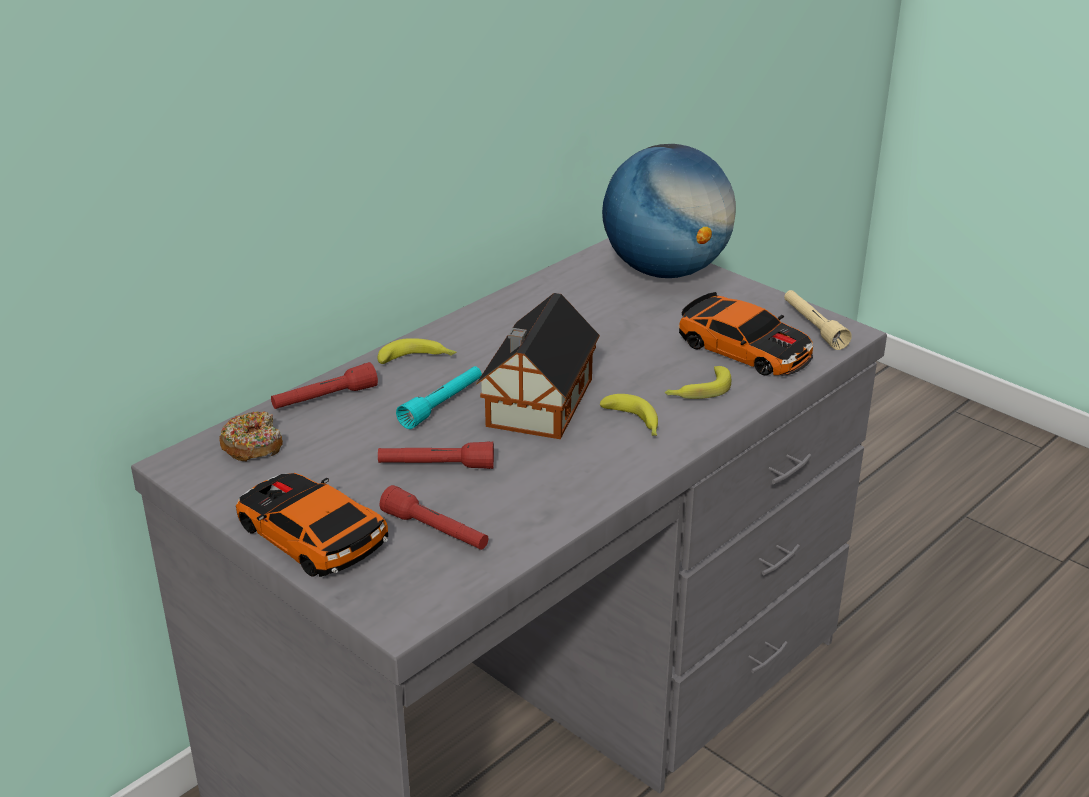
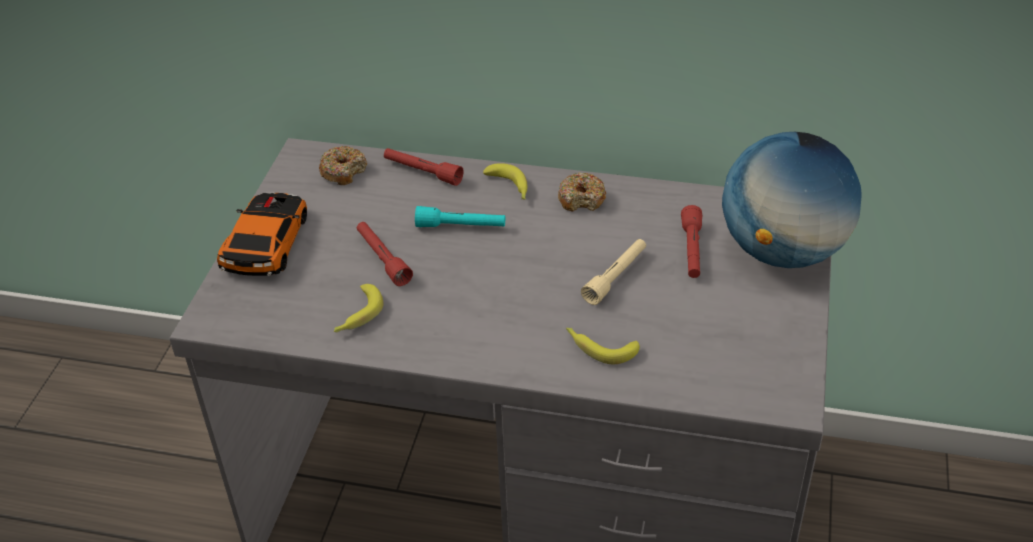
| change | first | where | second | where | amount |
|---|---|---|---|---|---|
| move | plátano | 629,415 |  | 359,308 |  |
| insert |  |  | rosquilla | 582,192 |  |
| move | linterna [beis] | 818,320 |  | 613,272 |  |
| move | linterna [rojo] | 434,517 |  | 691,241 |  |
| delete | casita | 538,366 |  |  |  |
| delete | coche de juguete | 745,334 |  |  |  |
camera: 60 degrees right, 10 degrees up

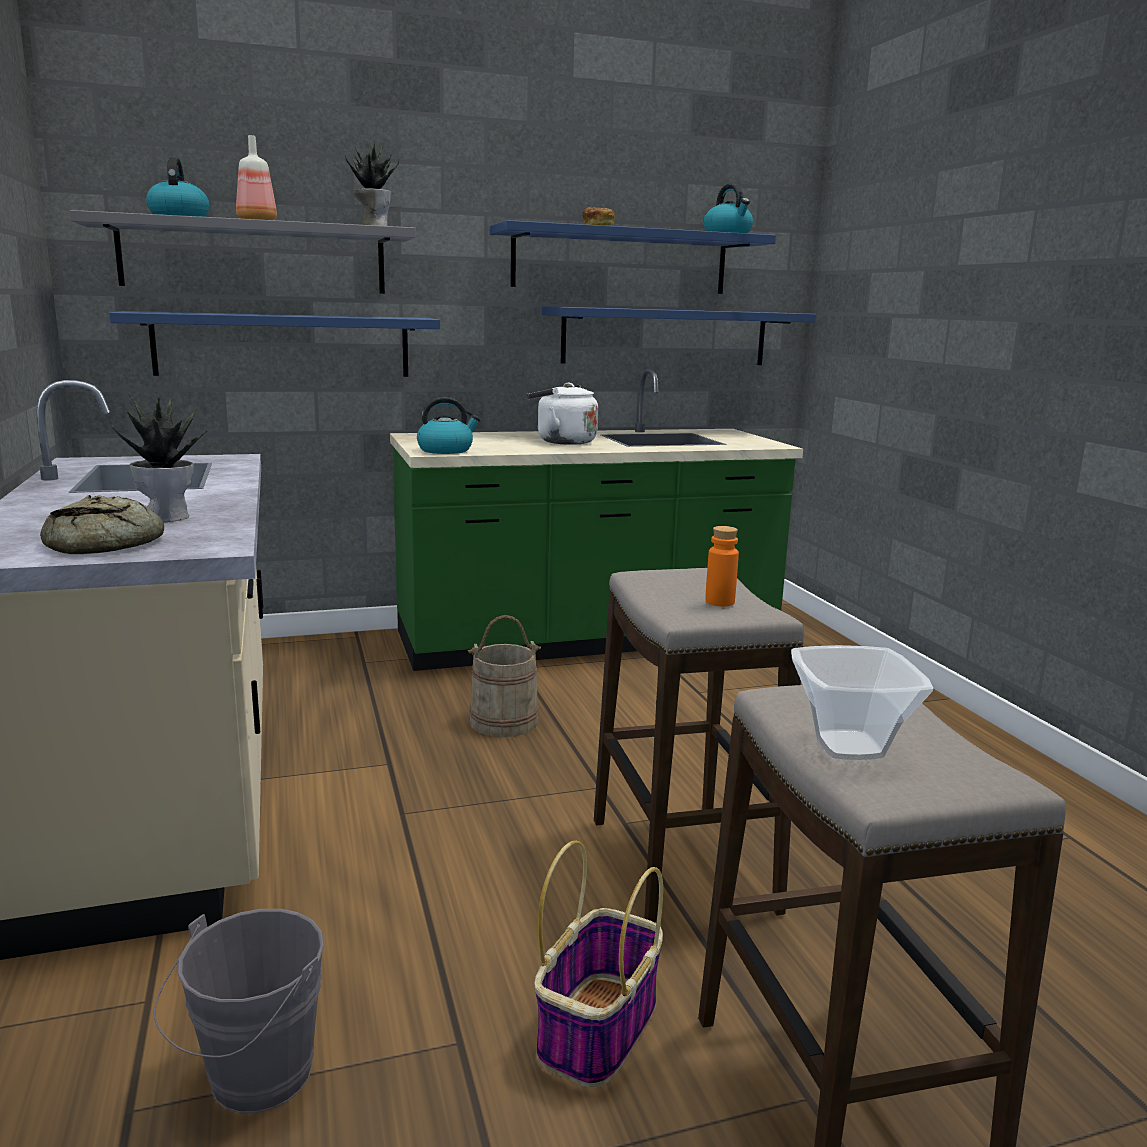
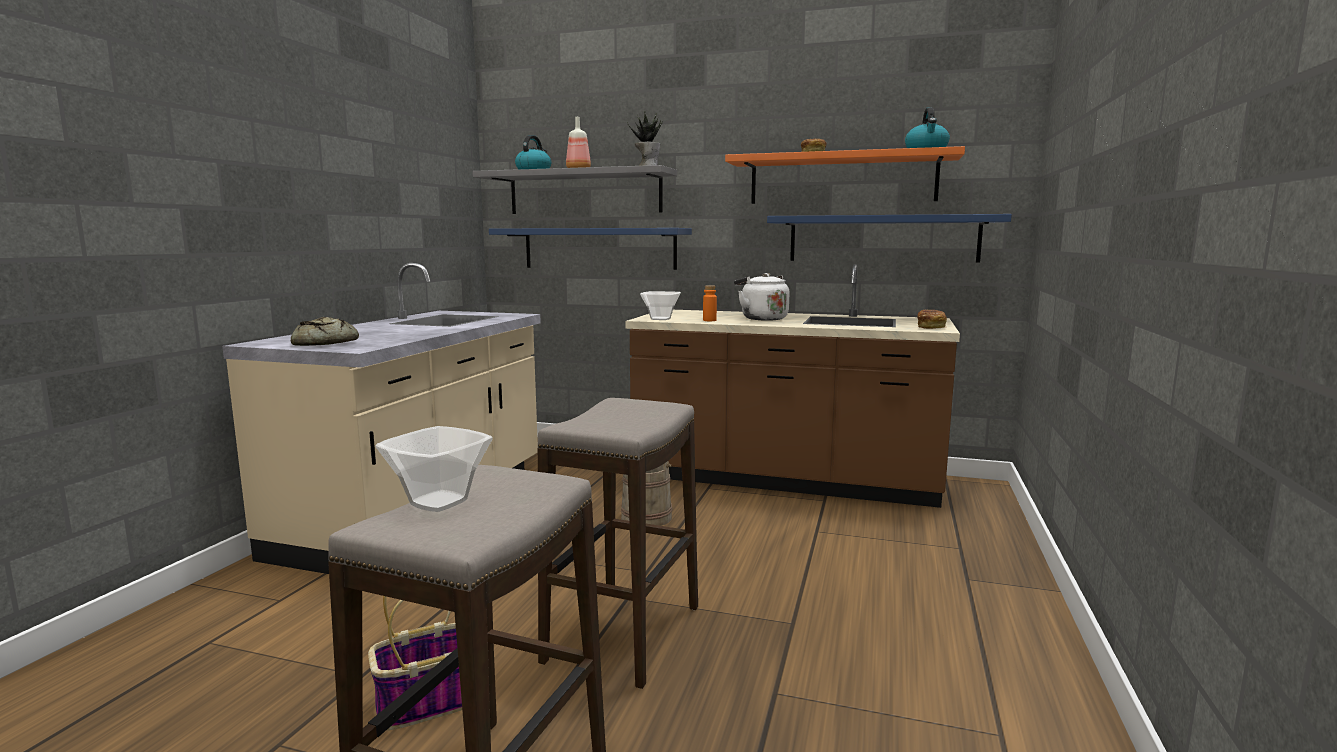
| change | first | where | second | where | amount |
|---|---|---|---|---|---|
| recolor | mueble bajo de cocina [verde] | 596,520 | mueble bajo de cocina [marrón] | 793,386 |  |
| replace | hervidor | 449,425 | cuenco | 660,305 |  |
| move | botella [naranja] | 722,566 |  | 710,303 |  |
| recolor | estante [azul] | 633,257 | estante [naranja] | 845,175 |  |
| insert |  |  | pan | 932,319 |  |
| delete | planta en maceta | 159,458 |  |  |  |
| delete | cubo [gris] | 239,1011 |  |  |  |
camera: 35 degrees right, 5 degrees down

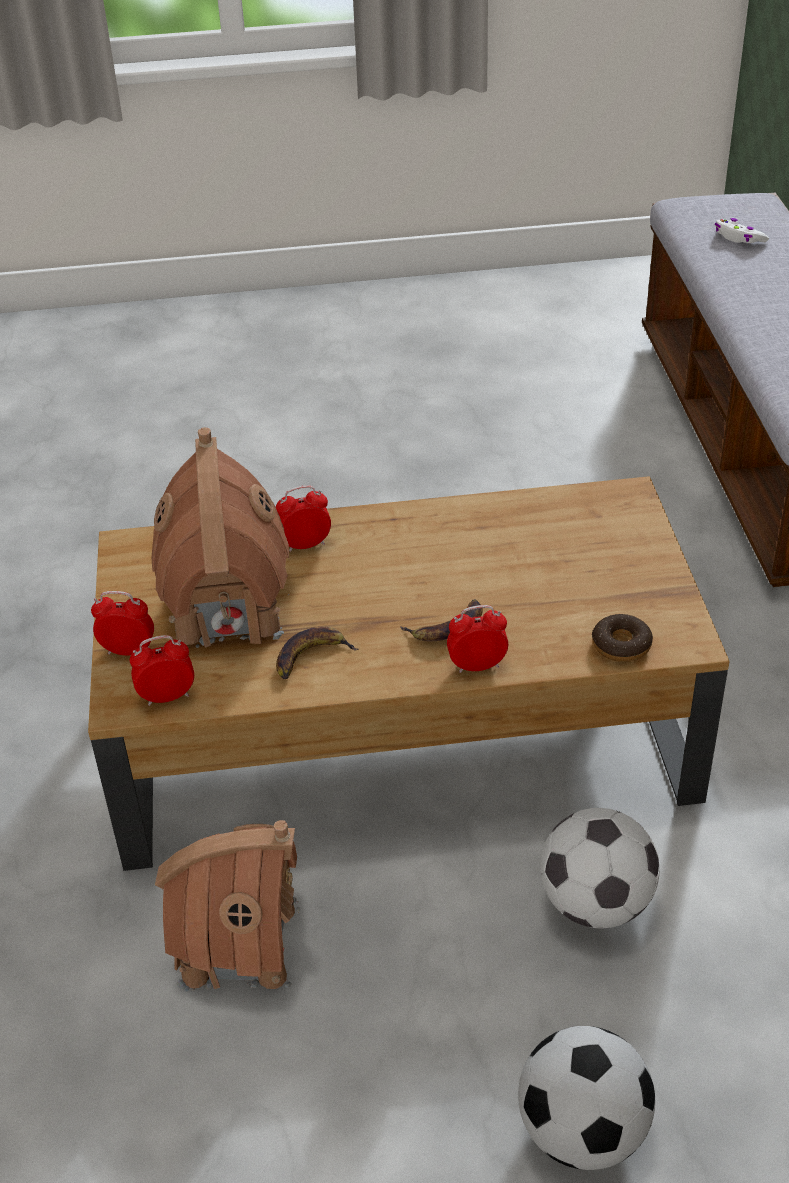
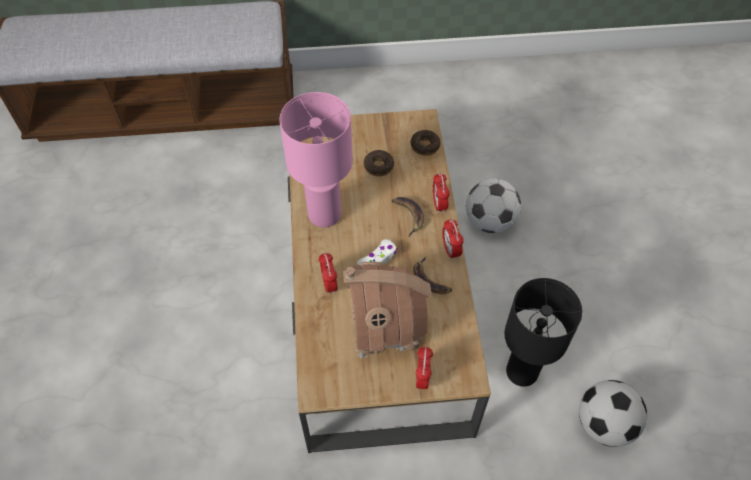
| change | first | where | second | where | amount |
|---|---|---|---|---|---|
| insert |  |  | lámpara de mesa [rosa] | 316,159 |  |
| move | mando de consola [blanco] | 742,230 |  | 377,252 |  |
| insert |  |  | rosquilla | 379,163 |  |
| move | despertador | 162,670 |  | 453,239 |  |
| replace | casita | 227,911 | lámpara de mesa [negro] | 543,332 |  |
| move | balón de fútbol | 586,1098 |  | 613,413 |  |
camera: 90 degrees left, 15 degrees up

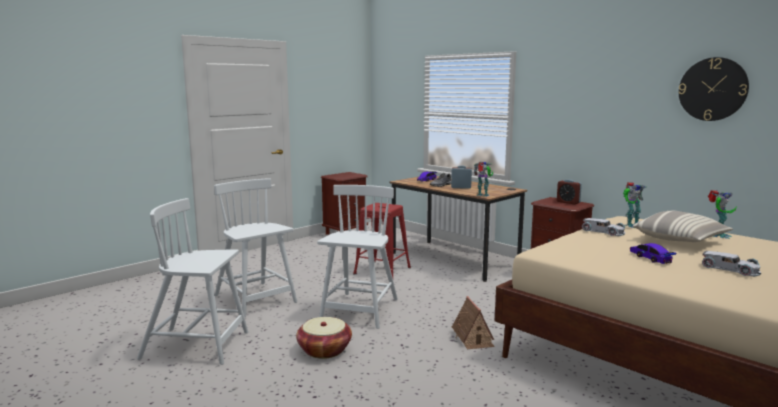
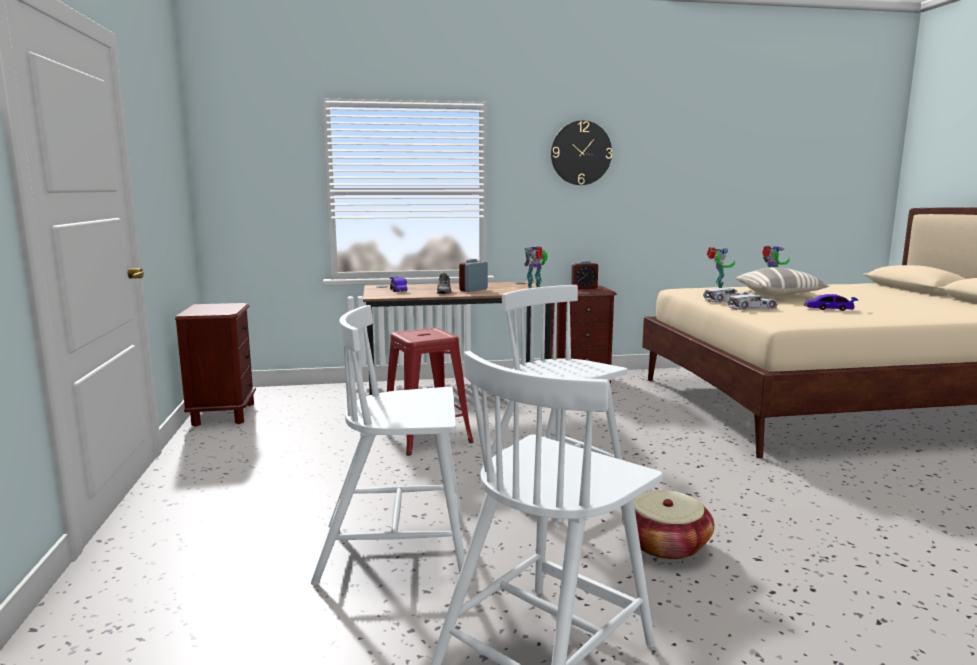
| change | first | where | second | where | amount |
|---|---|---|---|---|---|
| move | reloj de pared | 714,89 |  | 581,152 |  |
| move | coche de juguete [blanco] | 731,264 |  | 752,302 |  |
| delete | casita | 473,322 |  |  |  |
camera: 55 degrees left, 0 degrees up

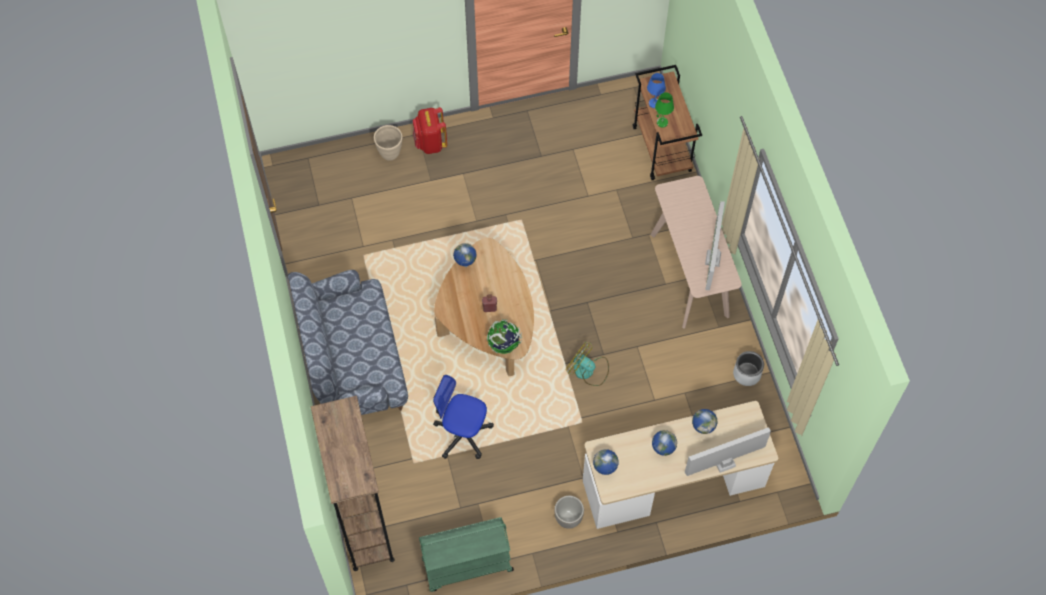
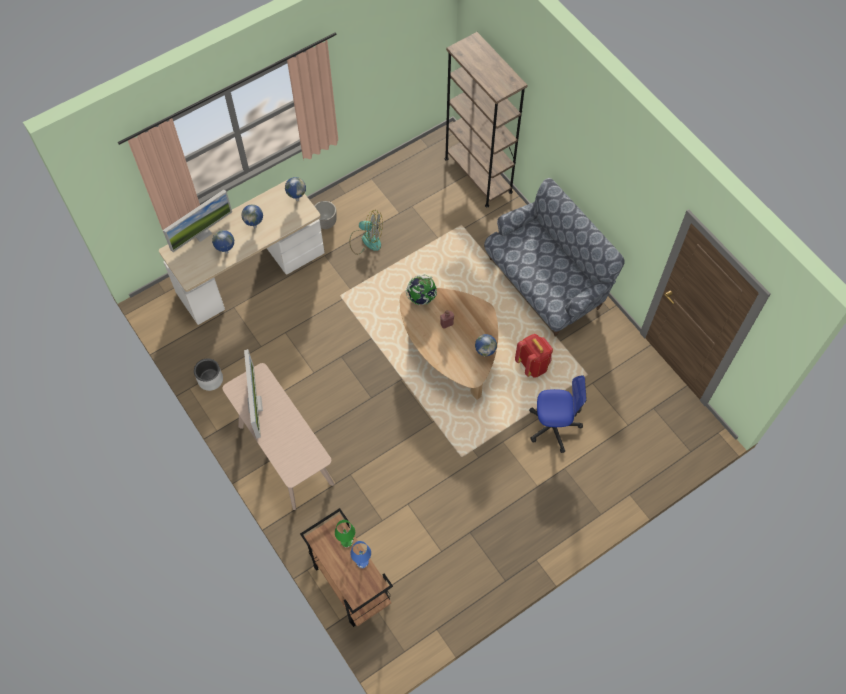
| change | first | where | second | where | amount |
|---|---|---|---|---|---|
| move | ventilador | 587,364 |  | 366,232 |  |
| move | mochila [rojo] | 430,130 |  | 534,356 |  |
| move | silla de oficina | 463,417 |  | 558,414 |  |
| delete | maceta [beis] | 388,143 |  |  |  |
| delete | carrito [verde] | 466,554 |  |  |  |
camera: 160 degrees right, 0 degrees up

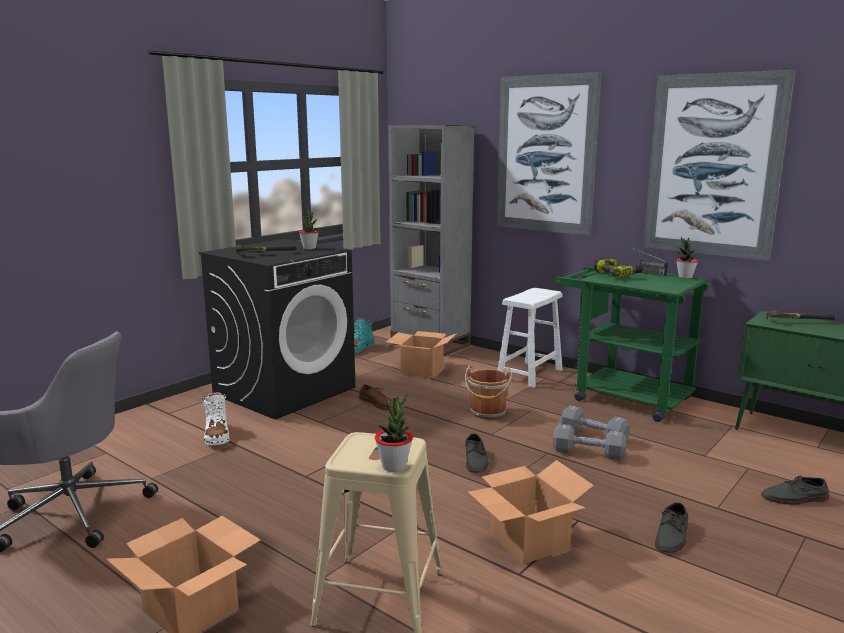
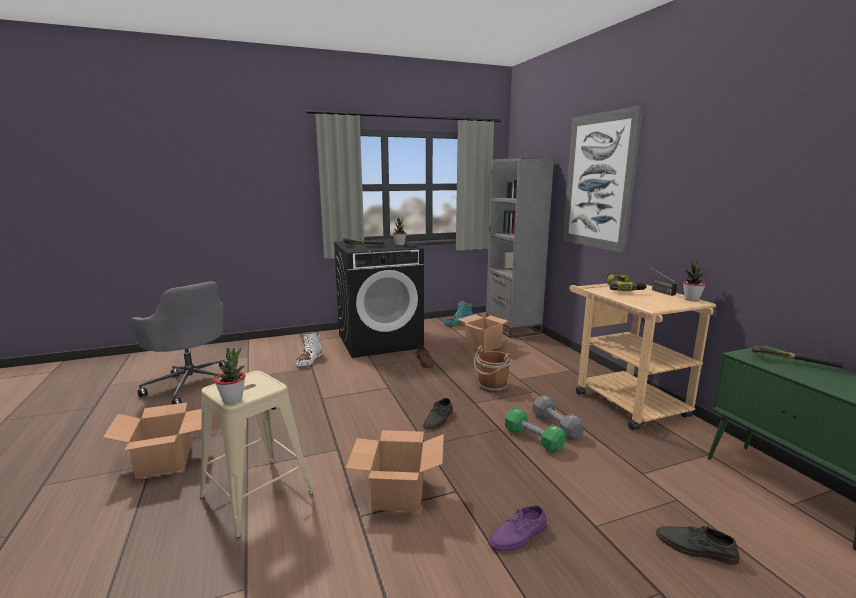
| change | first | where | second | where | amount |
|---|---|---|---|---|---|
| recolor | zapato [gris] | 671,527 | zapato [morado] | 517,528 |  |
| recolor | mancuerna [gris] | 589,442 | mancuerna [verde] | 535,430 |  |
| recolor | carrito [verde] | 631,344 | carrito [beis] | 642,356 |  |
| delete | taburete [blanco] | 530,338 |  |  |  |
| delete | cuadro | 719,165 |  |  |  |
camera: 30 degrees right, 0 degrees up

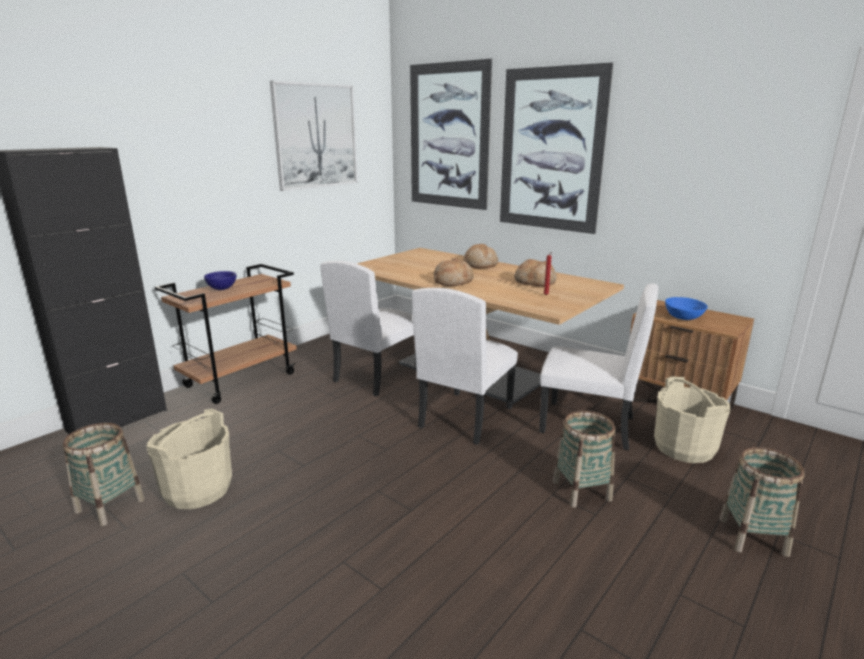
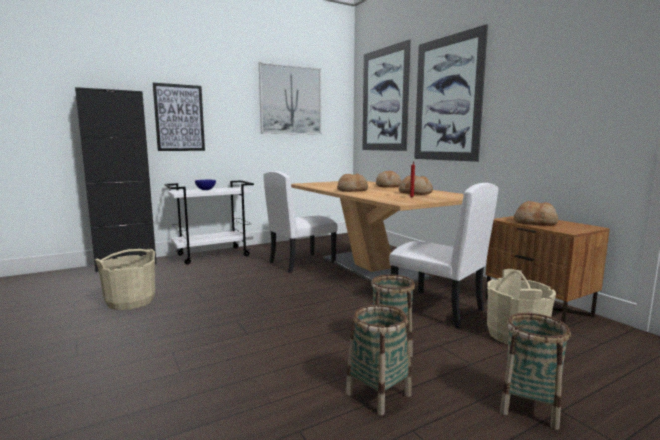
| change | first | where | second | where | amount |
|---|---|---|---|---|---|
| insert |  |  | cuadro | 179,117 |  |
| recolor | carrito [marrón] | 226,334 | carrito [blanco] | 209,222 |  |
| move | cesta | 104,474 |  | 379,360 |  |
| replace | cuenco [azul] | 686,308 | pan | 536,213 |  |
| delete | silla [blanco] | 465,366 |  |  |  |
camera: 20 degrees right, 10 degrees down

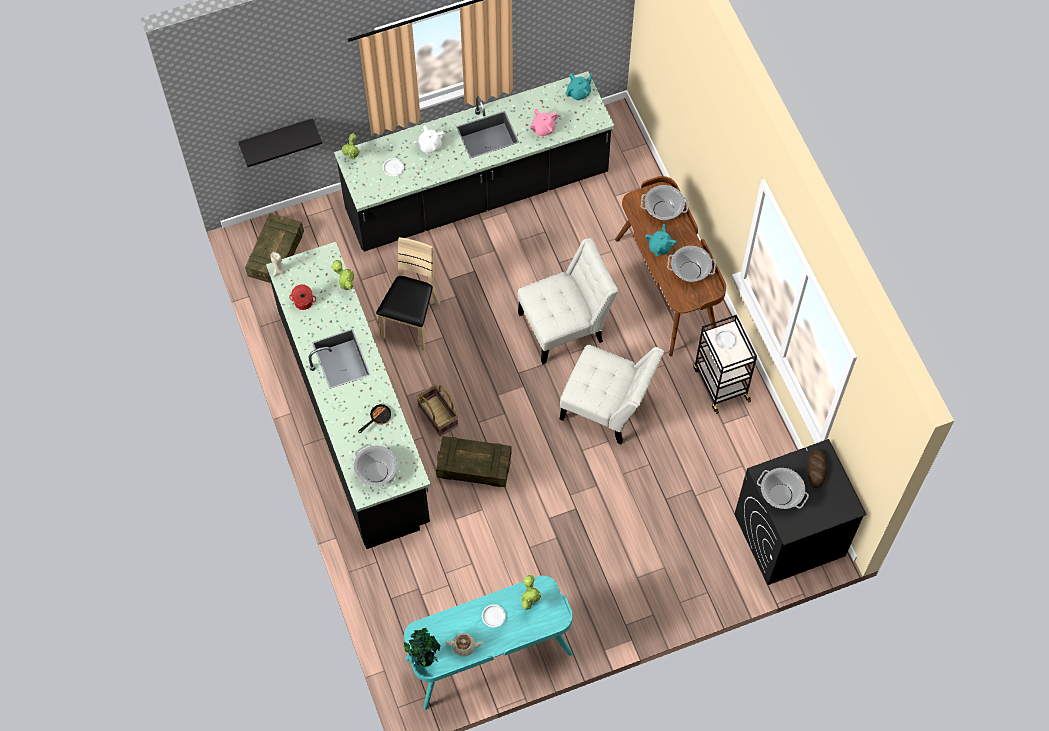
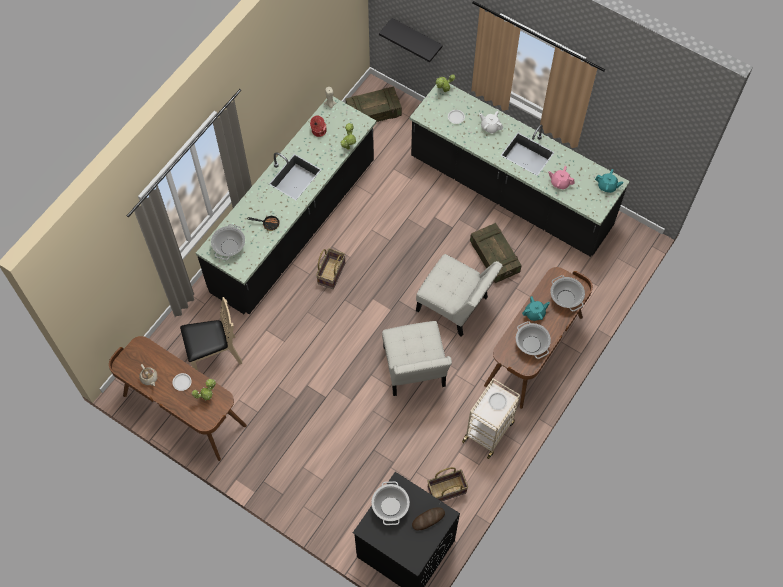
| change | first | where | second | where | amount |
|---|---|---|---|---|---|
| recolor | escritorio [turquesa] | 488,643 | escritorio [marrón] | 178,398 |  |
| move | silla [beis] | 408,294 |  | 211,334 |  |
| insert |  |  | cesta | 447,484 |  |
| recolor | carrito [negro] | 725,364 | carrito [beis] | 491,418 |  |
| move | caja de embalaje | 473,461 |  | 495,253 |  |
| delete | planta en maceta | 422,647 |  |  |  |
camera: 55 degrees right, 0 degrees up

